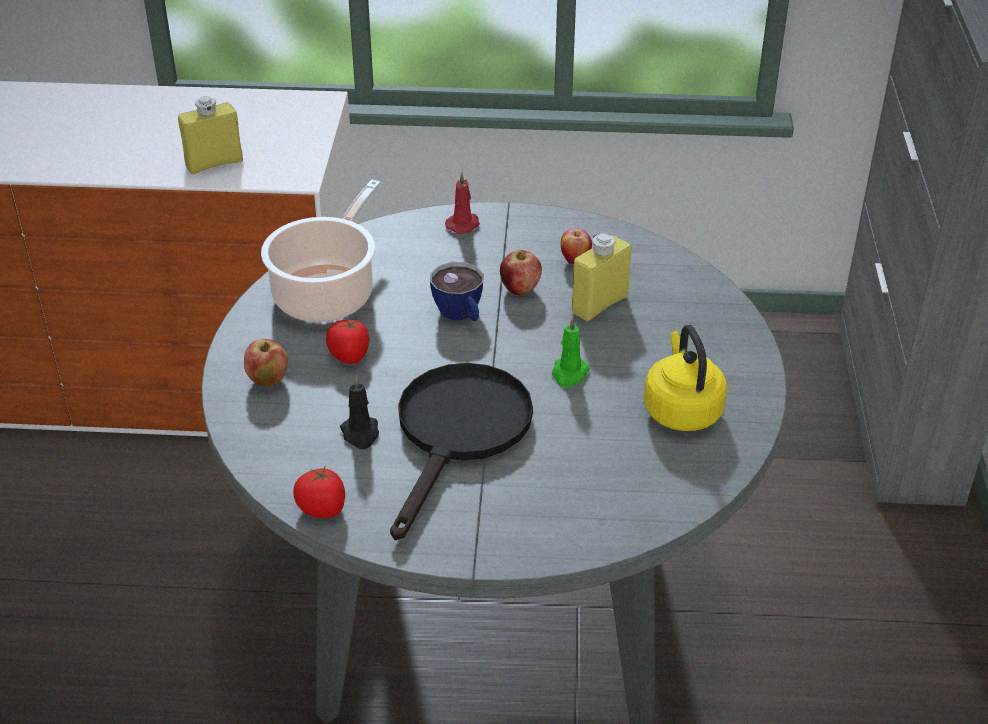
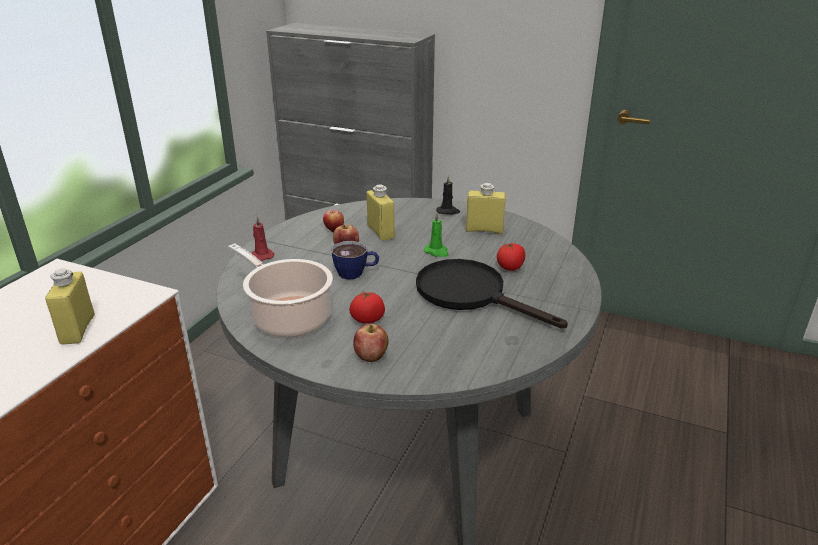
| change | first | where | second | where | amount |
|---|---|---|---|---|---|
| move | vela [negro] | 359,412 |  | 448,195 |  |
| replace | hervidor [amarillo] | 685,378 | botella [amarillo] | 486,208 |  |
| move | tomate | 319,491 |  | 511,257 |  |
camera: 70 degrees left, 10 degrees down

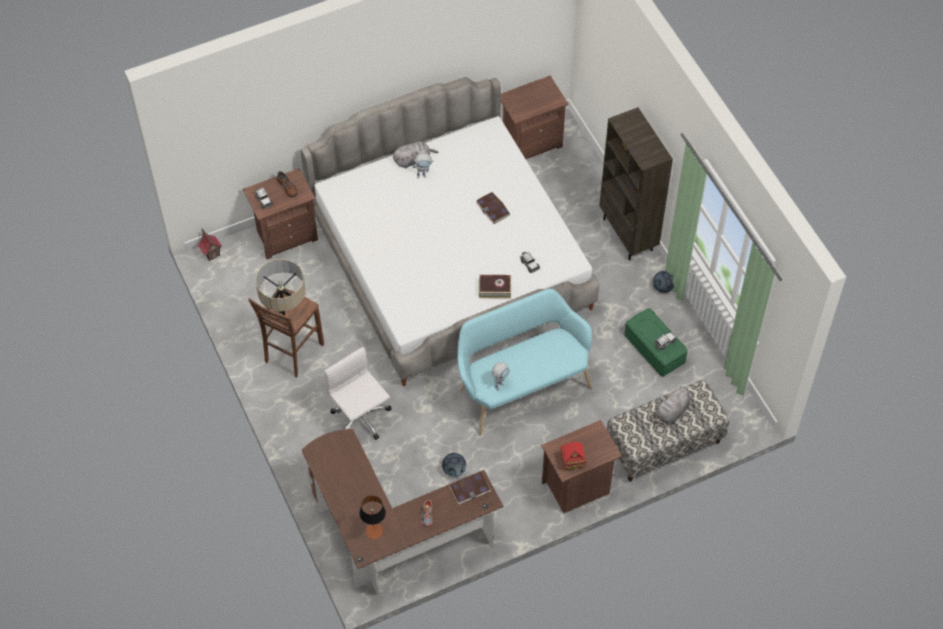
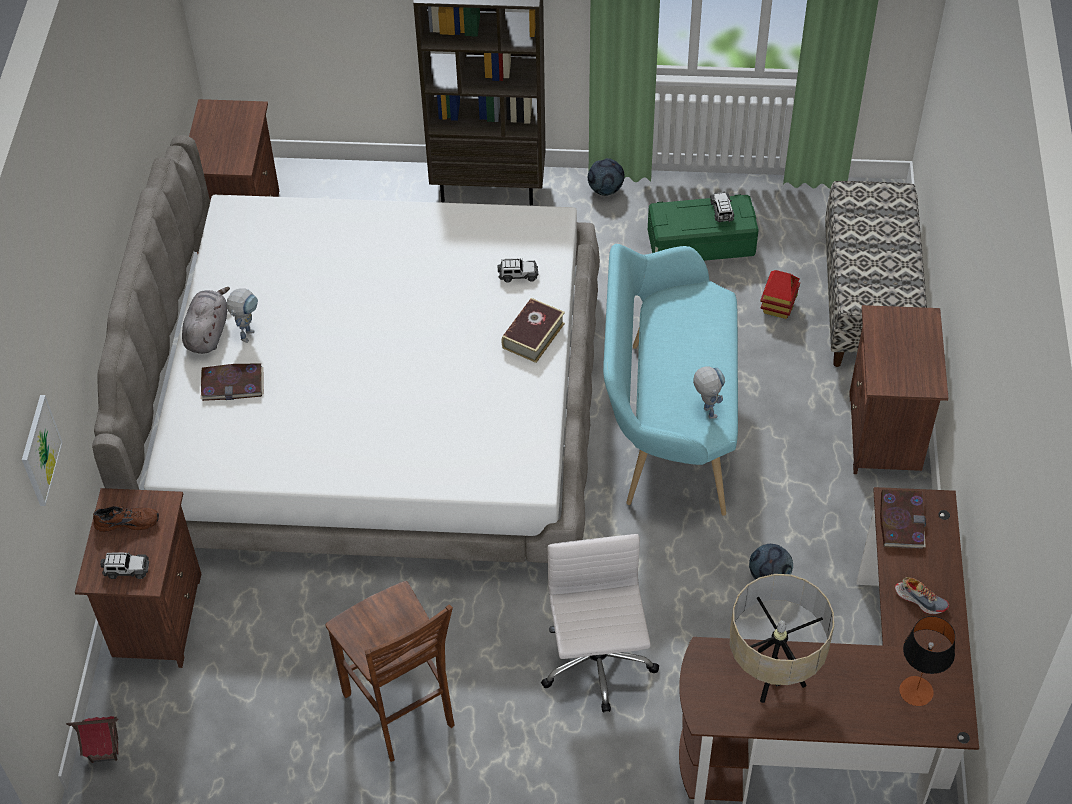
| change | first | where | second | where | amount |
|---|---|---|---|---|---|
| insert |  |  | cuadro | 42,450 |  |
| move | libro | 493,208 |  | 232,382 |  |
| rotate | silla de oficina [blanco] | 357,393 |  | 600,623 | 90 degrees clockwise |
| move | lámpara de mesa [beis] | 280,287 |  | 782,638 |  |
| move | casita | 573,456 |  | 780,294 |  |
| delete | peluche [gris] | 670,405 |  |  |  |
camera: 60 degrees left, 5 degrees down

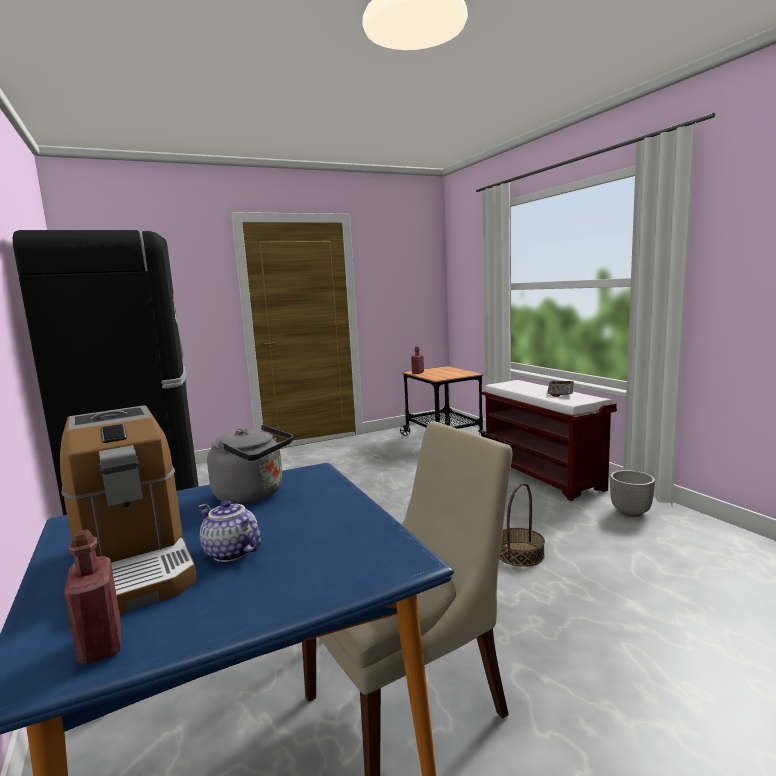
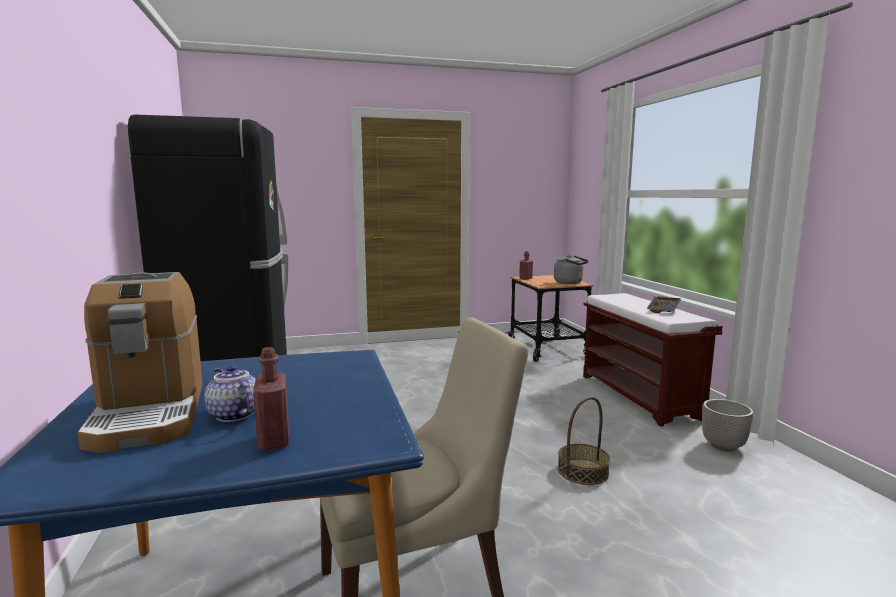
| change | first | where | second | where | amount |
|---|---|---|---|---|---|
| move | botella [rojo] | 92,596 |  | 271,398 |  |
| move | hervidor [gris] | 250,464 |  | 571,269 |  |
camera: 10 degrees right, 0 degrees up

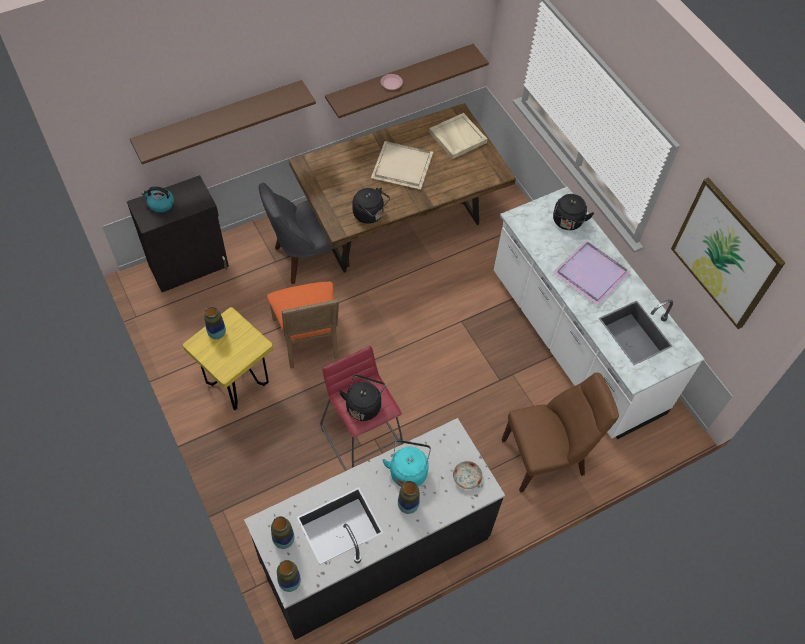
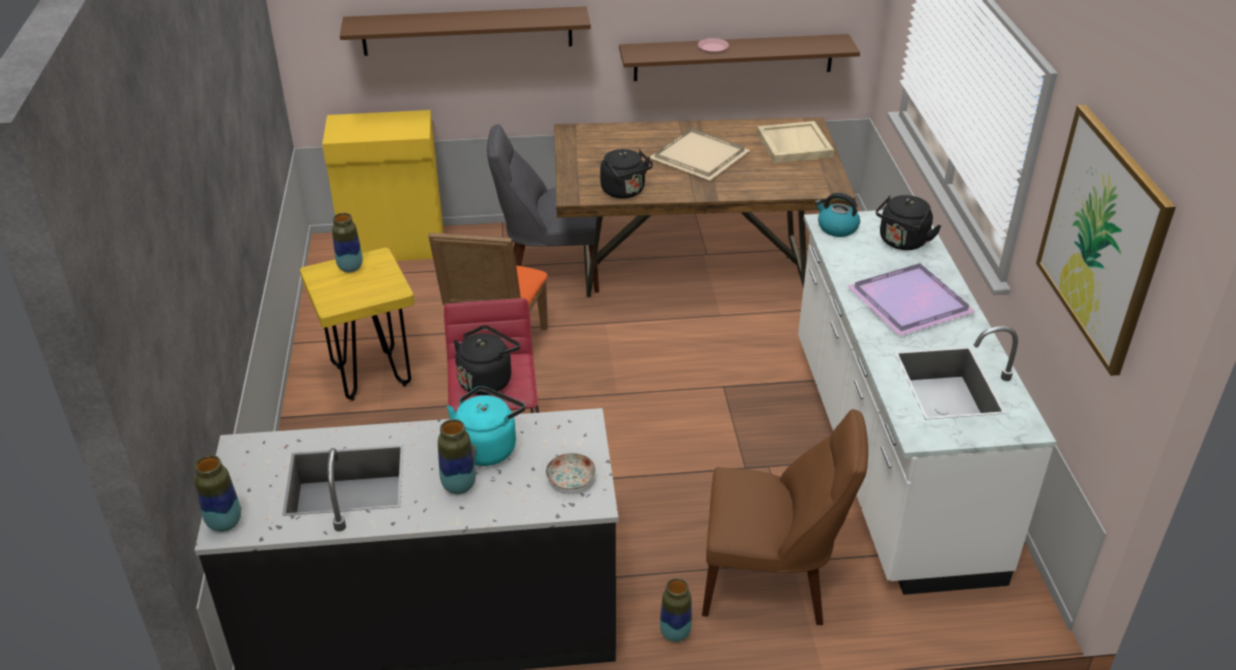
| change | first | where | second | where | amount |
|---|---|---|---|---|---|
| recolor | armario [negro] | 178,233 | armario [amarillo] | 382,185 |  |
| move | florero | 282,532 |  | 676,610 |  |
| move | hervidor | 157,200 |  | 837,215 |  |
camera: 25 degrees right, 20 degrees down

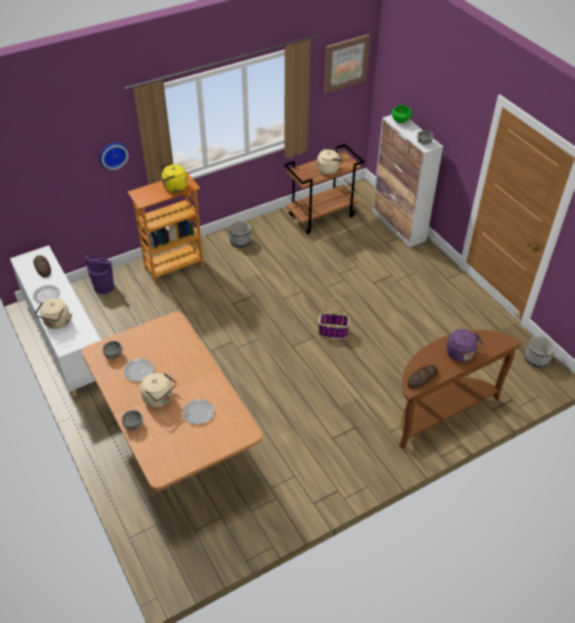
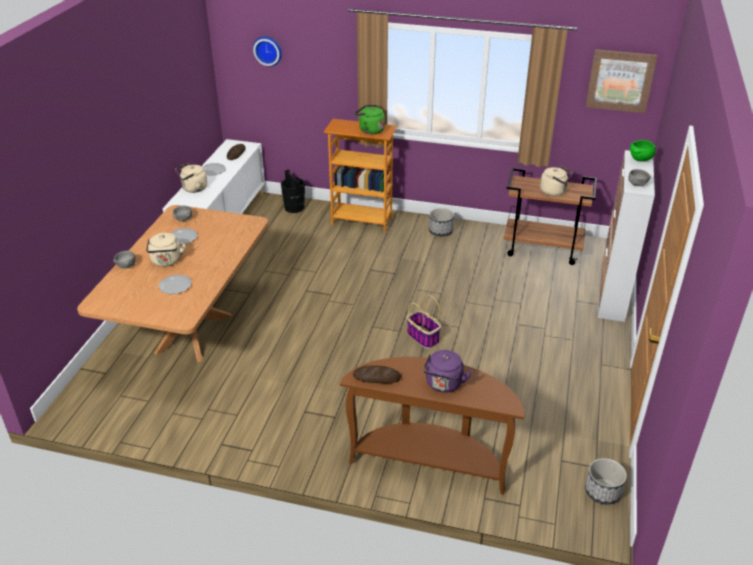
| change | first | where | second | where | amount |
|---|---|---|---|---|---|
| move | reloj de pared | 114,156 |  | 267,51 |  |
| recolor | cubo [morado] | 99,275 | cubo [negro] | 293,191 |  |
| recolor | hervidor [amarillo] | 172,177 | hervidor [verde] | 369,119 |  |
camera: 45 degrees right, 10 degrees down

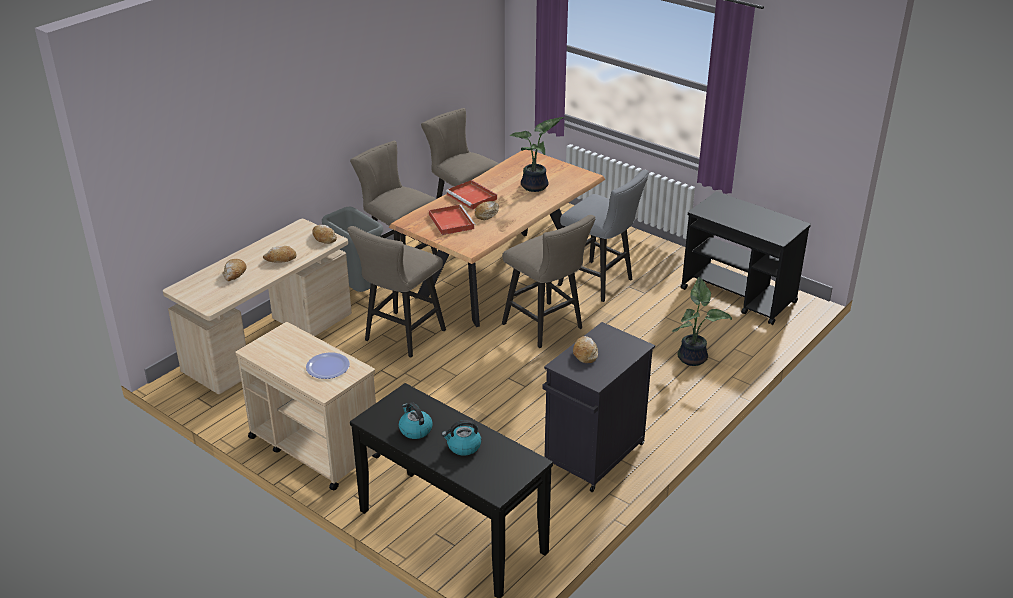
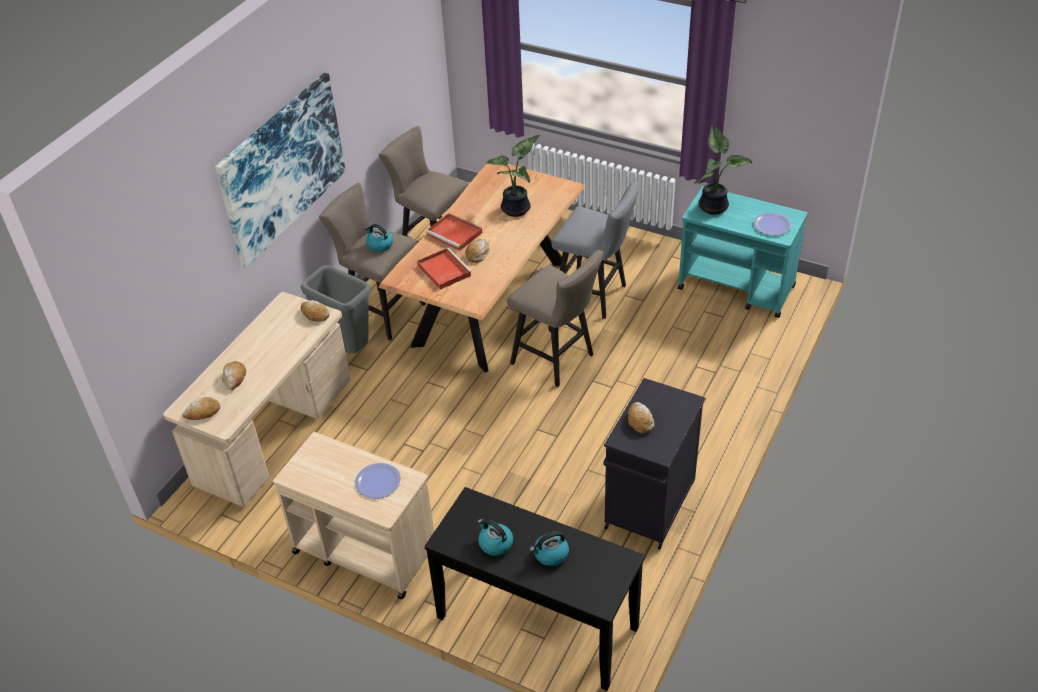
| change | first | where | second | where | amount |
|---|---|---|---|---|---|
| move | pan | 280,254 |  | 201,408 |  |
| insert |  |  | cuadro | 280,170 |  |
| insert |  |  | hervidor | 379,238 |  |
| recolor | carrito [negro] | 745,258 | carrito [turquesa] | 742,252 |  |
| move | planta en maceta | 702,321 |  | 723,170 |  |
| insert |  |  | plato | 772,224 |  |
| delete | taburete [beis] | 396,292 |  |  |  |
camera: 10 degrees left, 10 degrees up

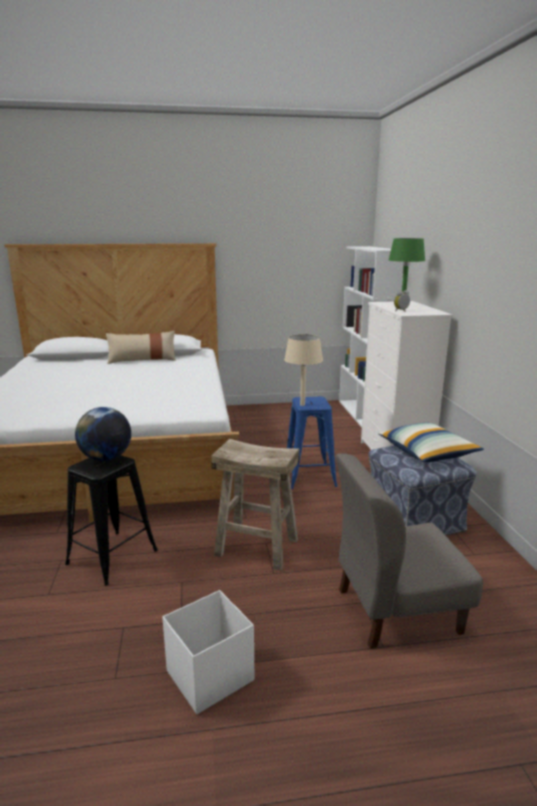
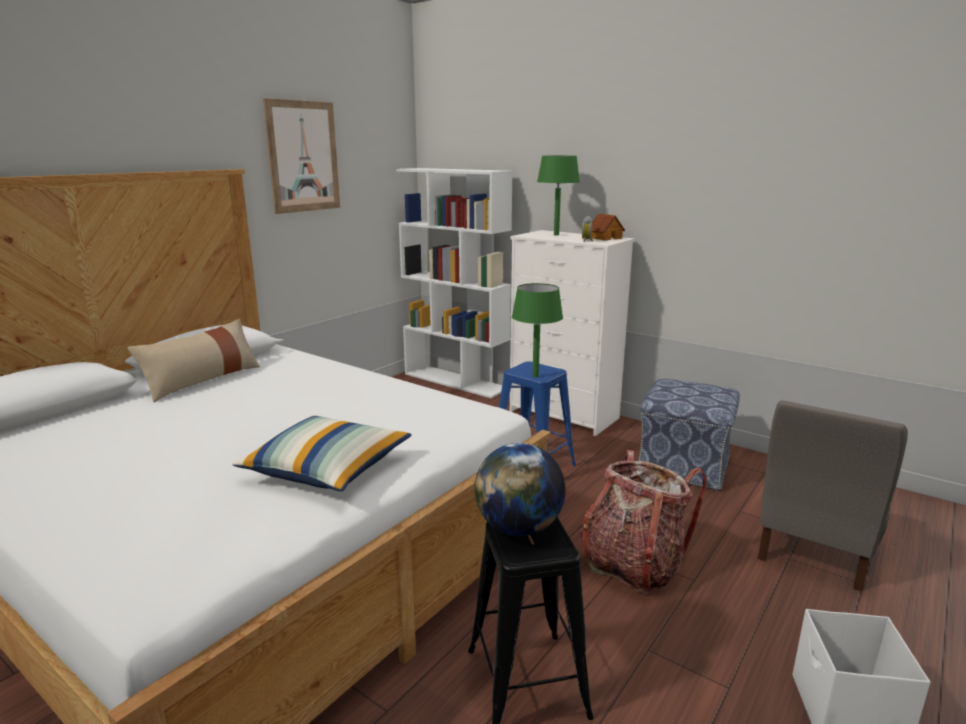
| change | first | where | second | where | amount |
|---|---|---|---|---|---|
| move | cojín | 431,442 |  | 322,453 |  |
| insert |  |  | cuadro | 301,156 |  |
| recolor | lámpara de mesa [beis] | 303,370 | lámpara de mesa [verde] | 537,330 |  |
| replace | taburete [beis] | 255,505 | mochila | 643,522 |  |
| insert |  |  | casita | 608,227 |  |
camera: 45 degrees left, 0 degrees up

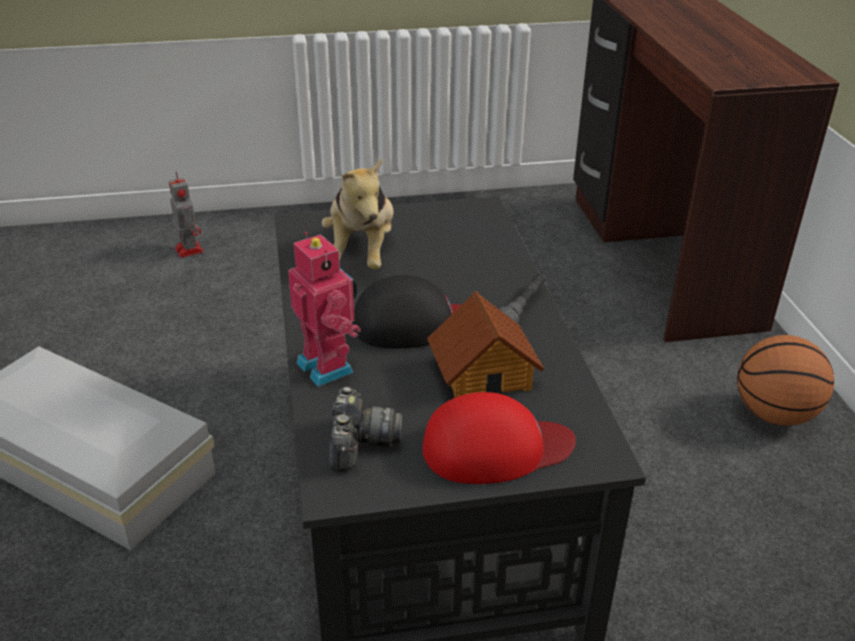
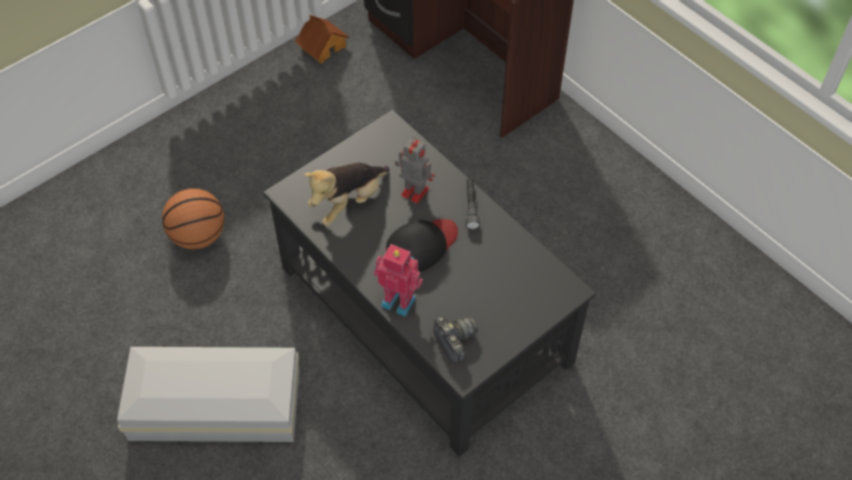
| change | first | where | second | where | amount |
|---|---|---|---|---|---|
| move | balón de baloncesto | 785,380 |  | 193,218 |  |
| move | casita | 485,344 |  | 322,39 |  |
| rotate | peluche | 358,213 |  | 346,194 | 75 degrees clockwise |
| move | robot de juguete | 186,215 |  | 415,170 |  |
| delete | gorra [rojo] | 499,438 |  |  |  |
camera: 30 degrees left, 20 degrees up

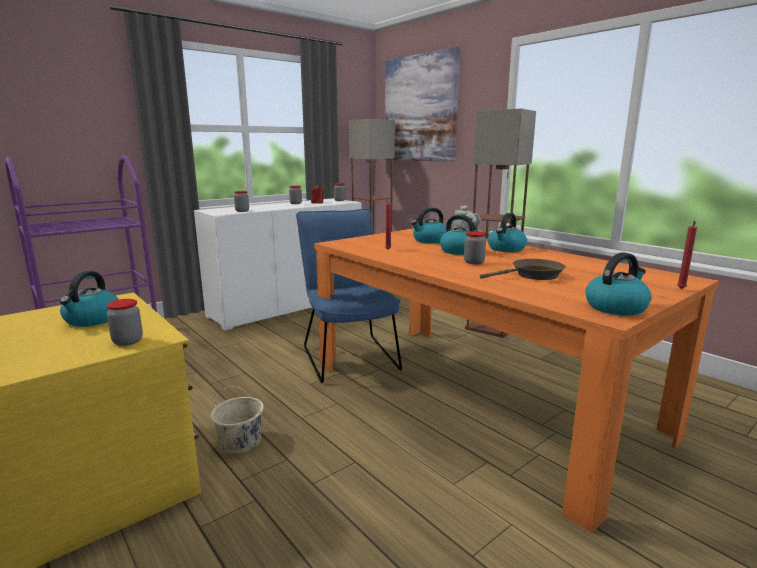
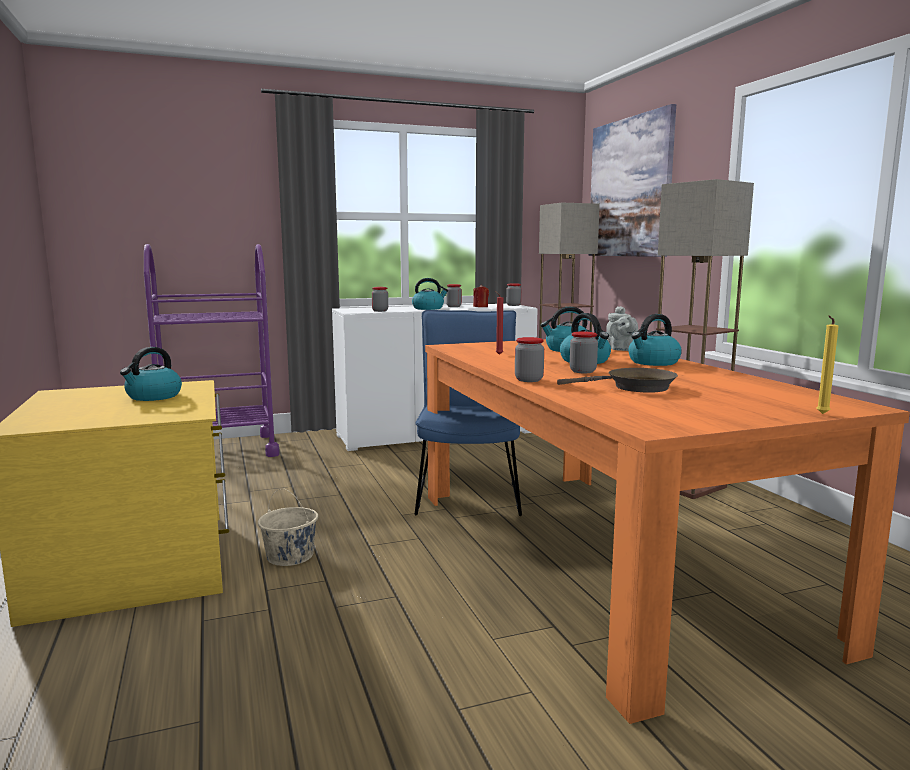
| change | first | where | second | where | amount |
|---|---|---|---|---|---|
| move | hervidor | 619,284 |  | 430,294 |  |
| move | tarro | 124,322 |  | 529,359 |  |
| recolor | vela [rojo] | 687,255 | vela [amarillo] | 827,365 |  |
camera: 20 degrees right, 5 degrees down

